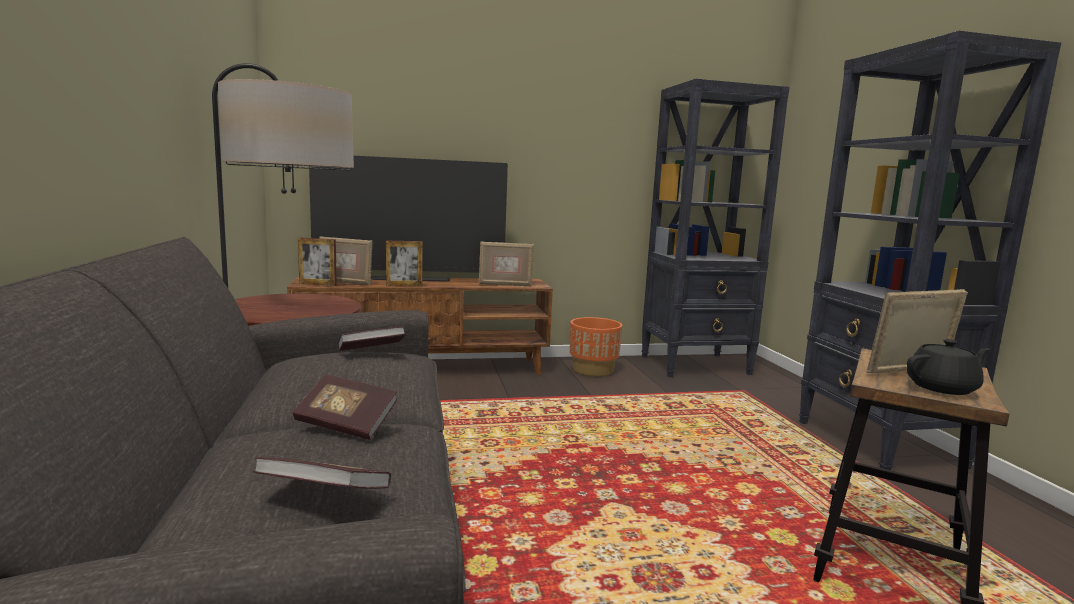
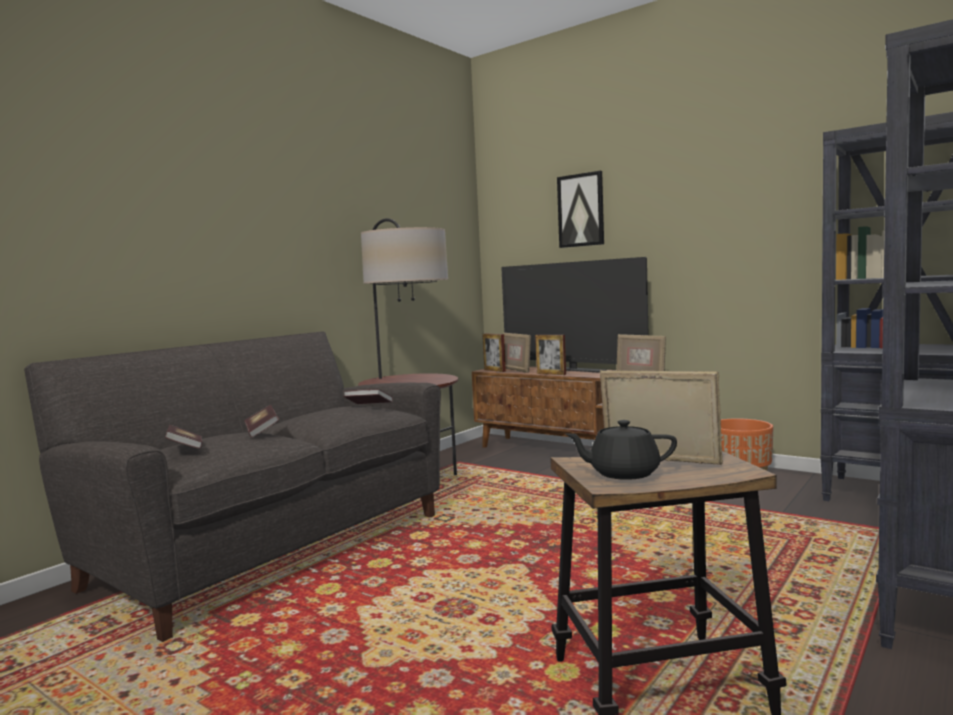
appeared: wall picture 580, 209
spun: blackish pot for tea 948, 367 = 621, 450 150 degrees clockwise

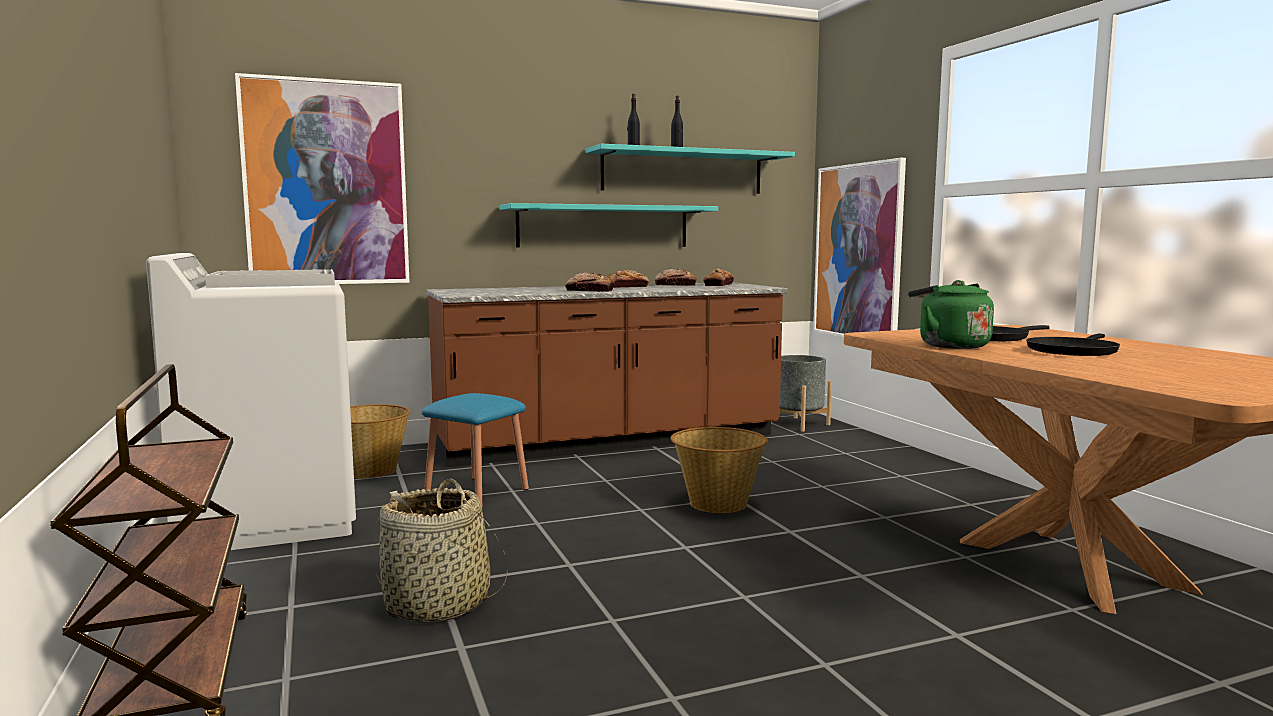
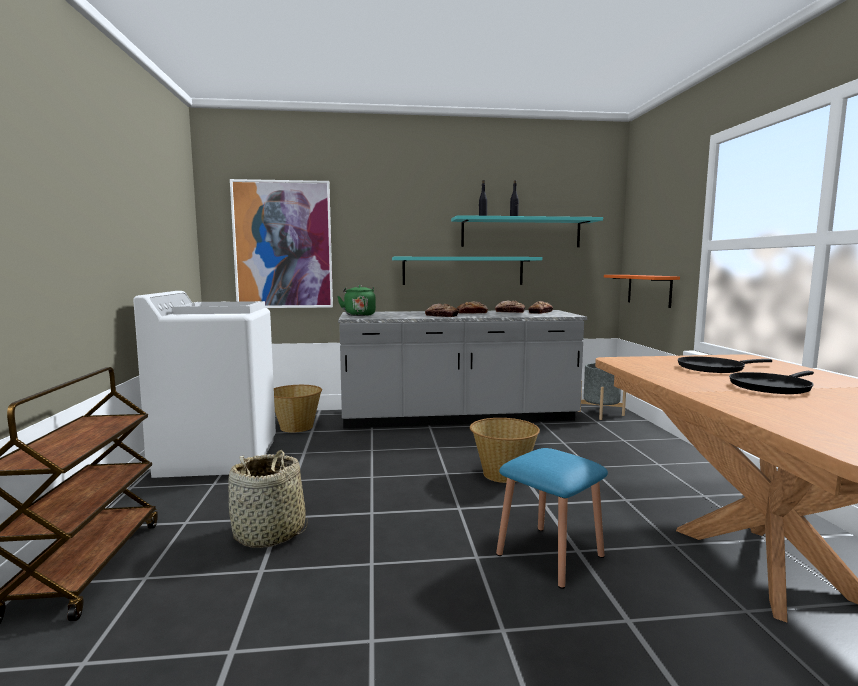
relocated: green tea kettle 951, 314 to 356, 300; blue stool 475, 449 to 552, 518
exchanged: wall picture 859, 247 to orange wall shelf 642, 291
colour: brown-coloured counter 607, 374 to gray counter 462, 369

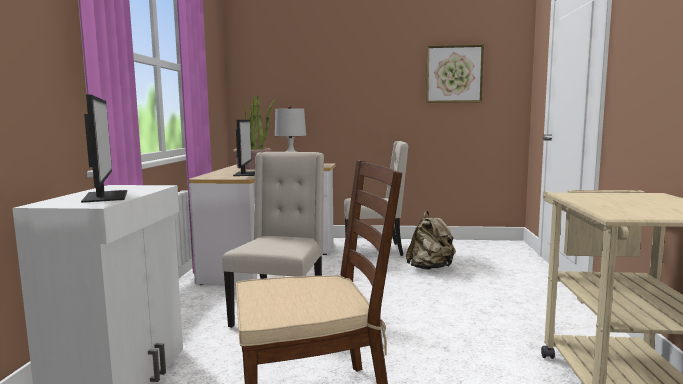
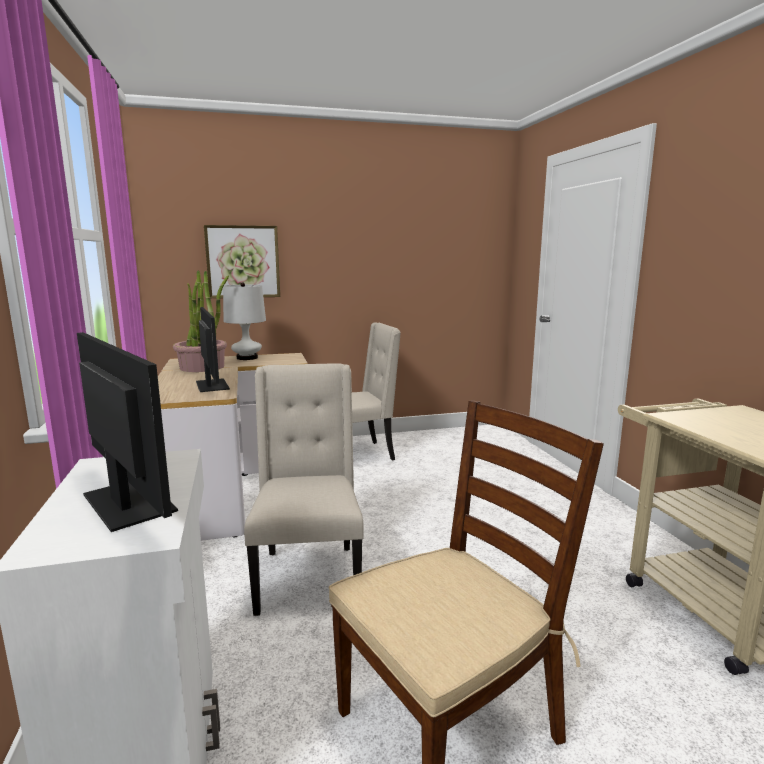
missing: beige rucksack 431, 240
relocated: wall picture 455, 74 to 242, 261

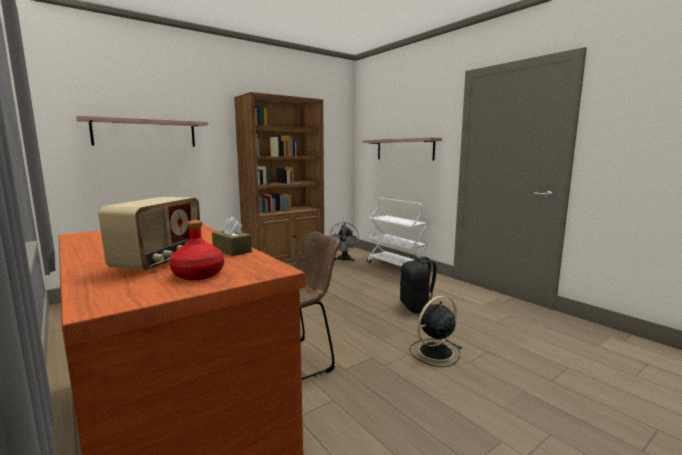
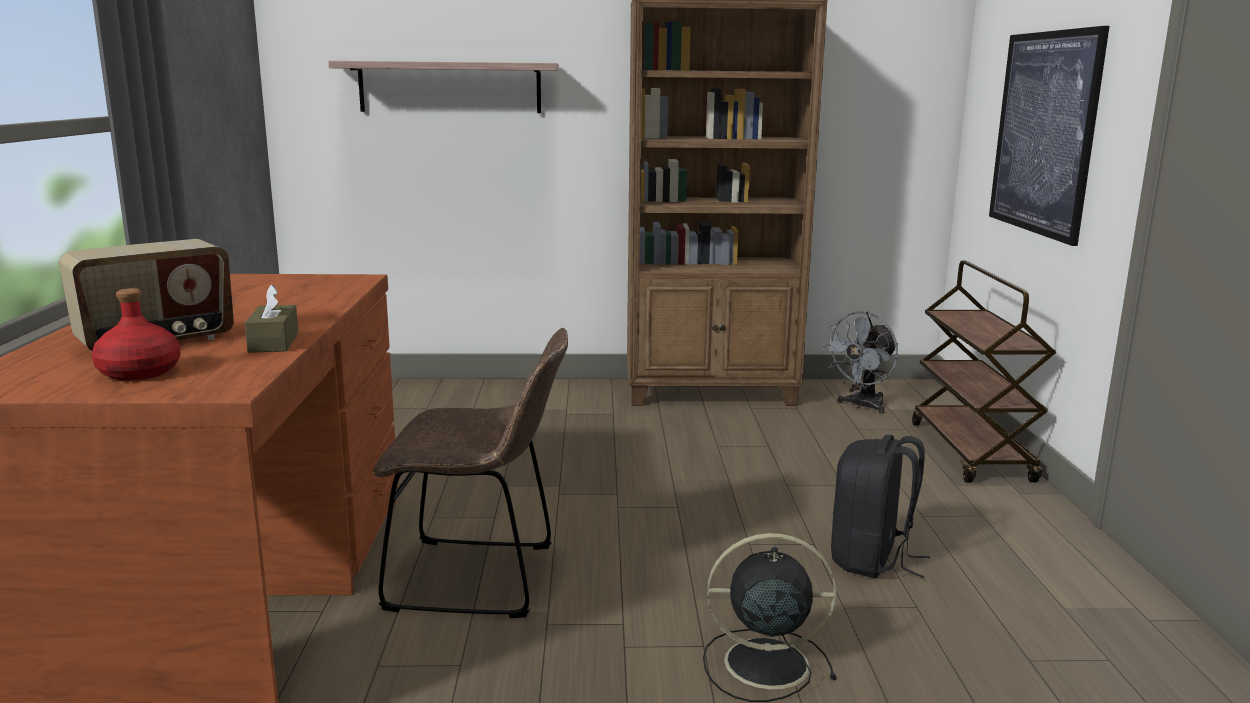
exchanged: wall shelf 402, 149 to wall picture 1049, 136
colour: white wheeled cart 398, 232 to brown-coloured wheeled cart 984, 372

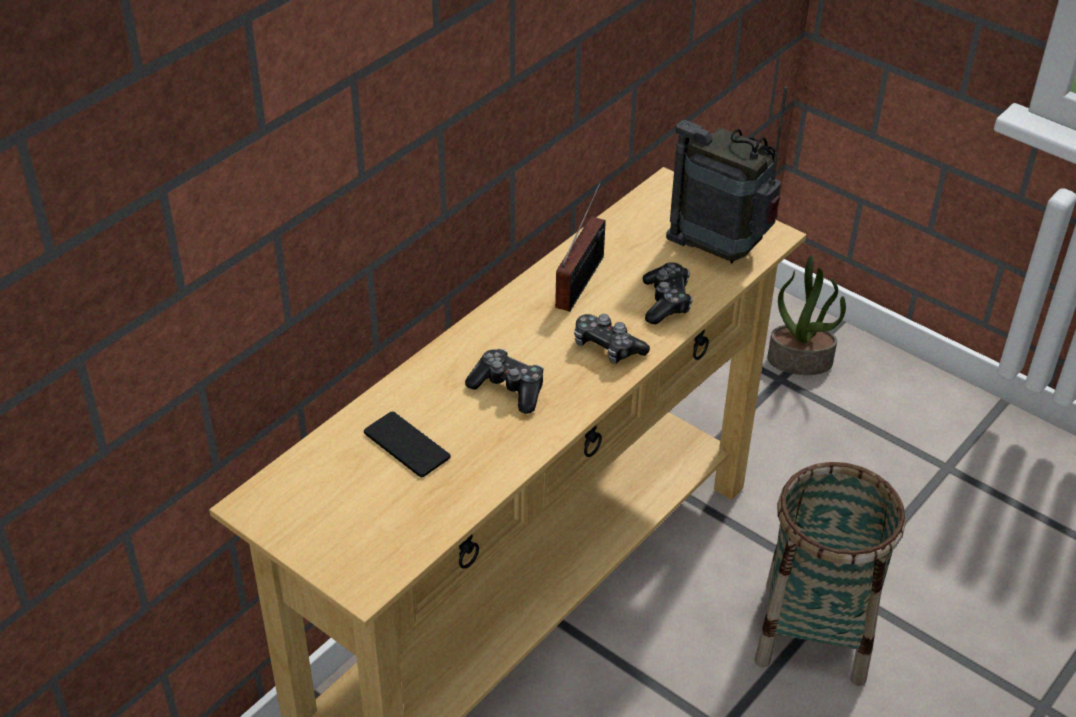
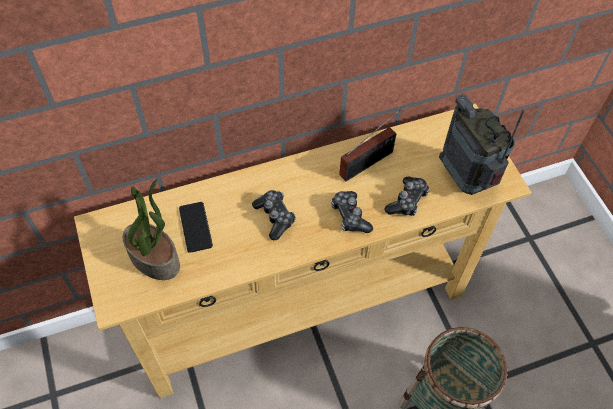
relocated: houseplant 806, 315 to 151, 229

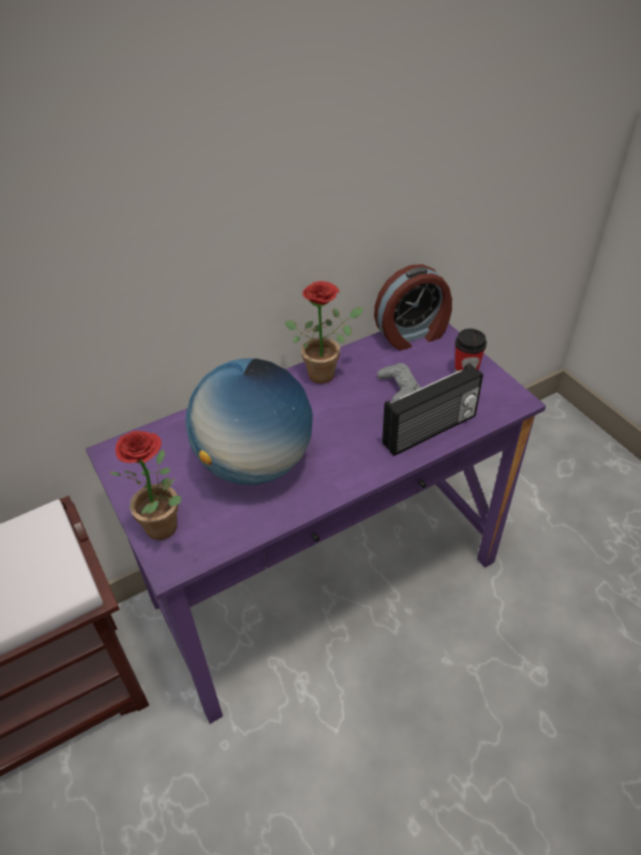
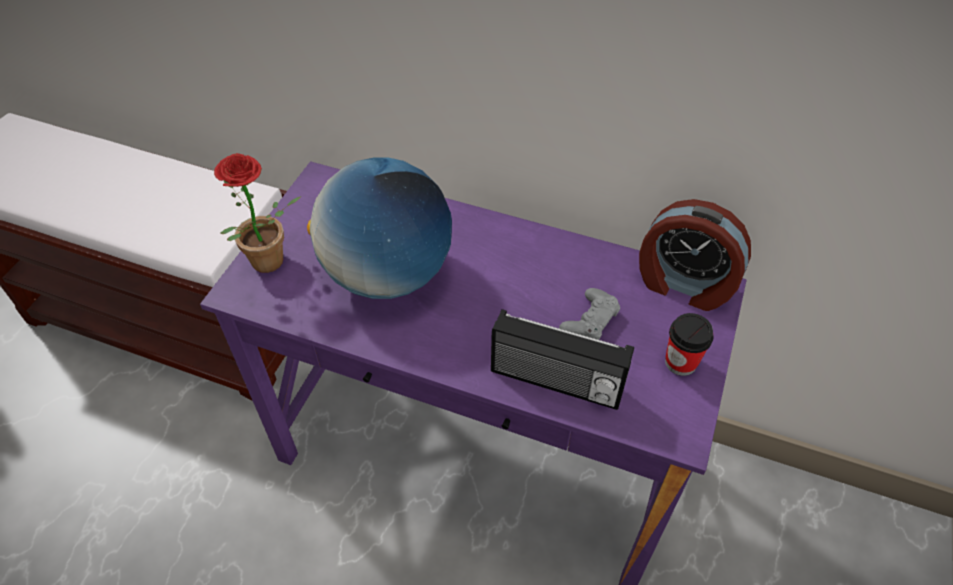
missing: houseplant 324, 332

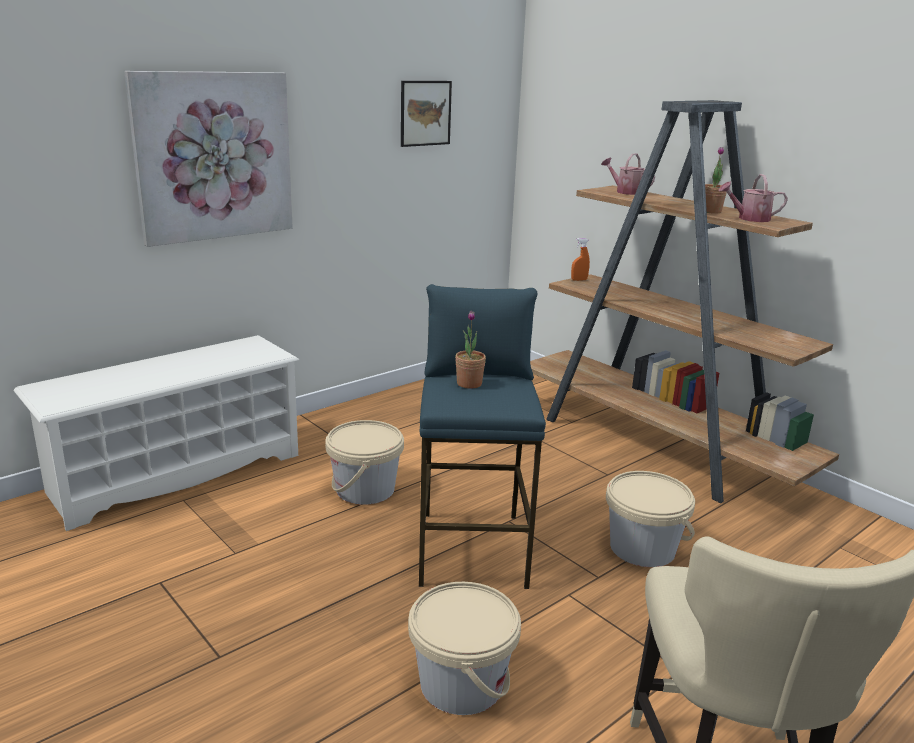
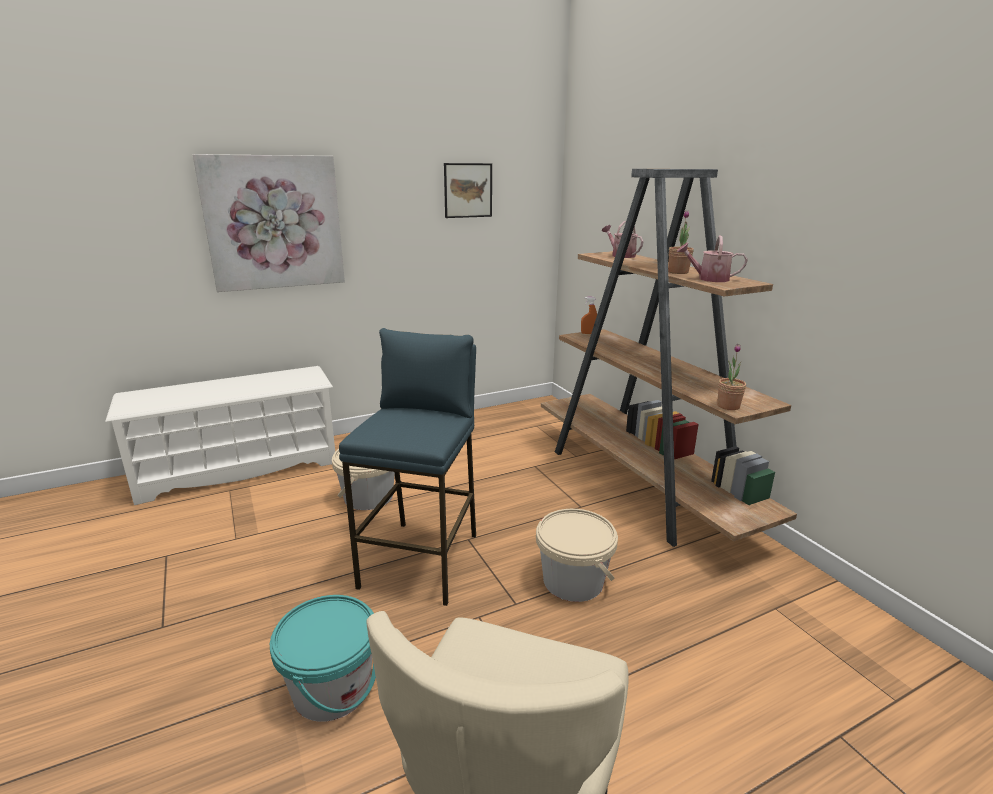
relocated: houseplant 470, 350 to 731, 377
colour: beige bucket 464, 648 to blue-green bucket 323, 658

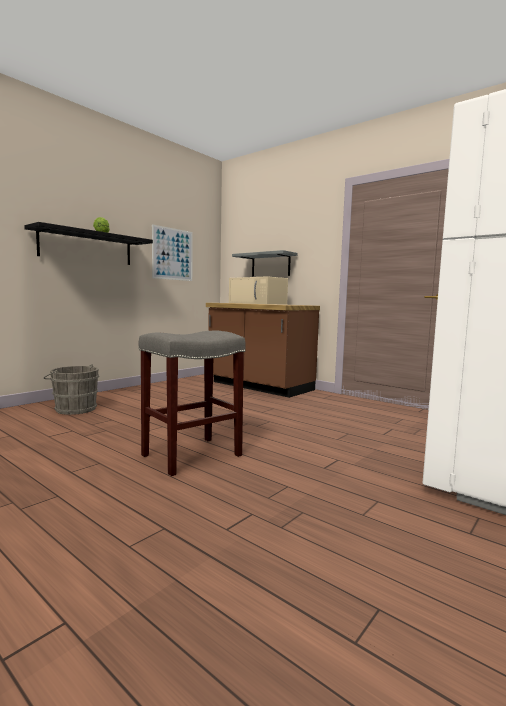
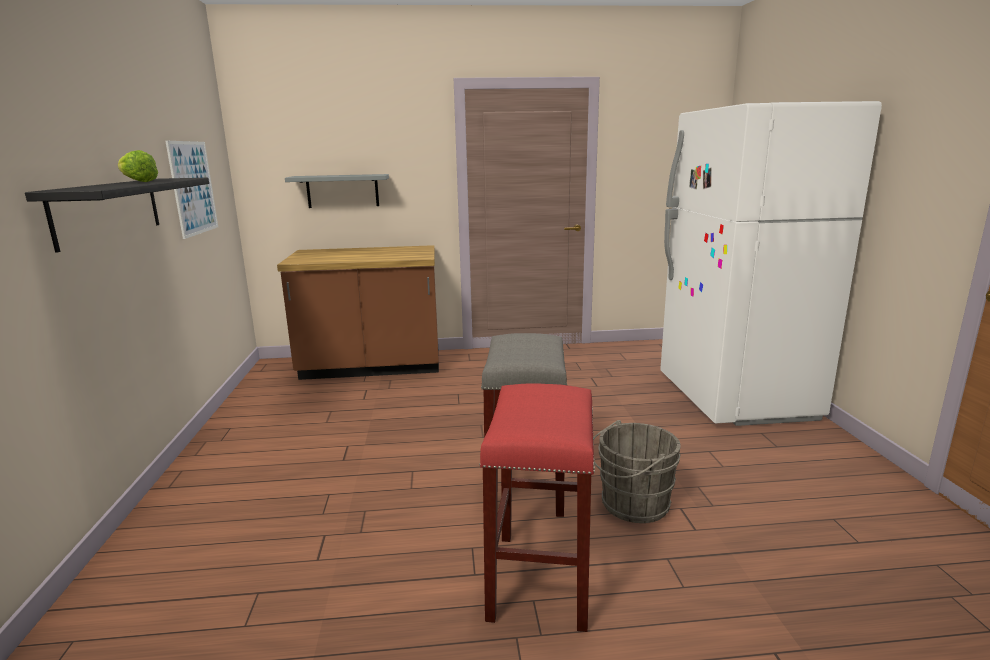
missing: beige kitchen microwave 258, 290
appeared: red-coloured stool 537, 507
relocated: gray bucket 71, 389 to 637, 471

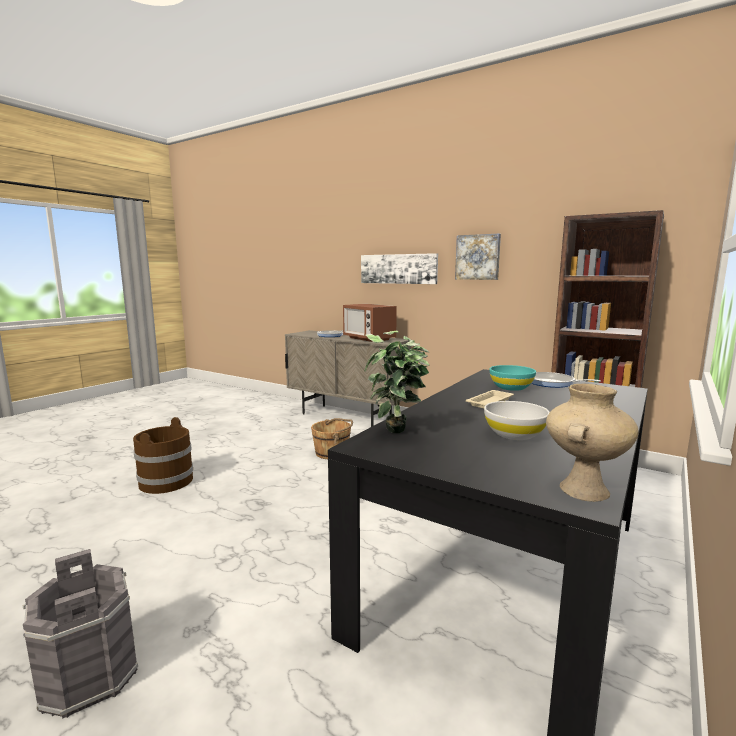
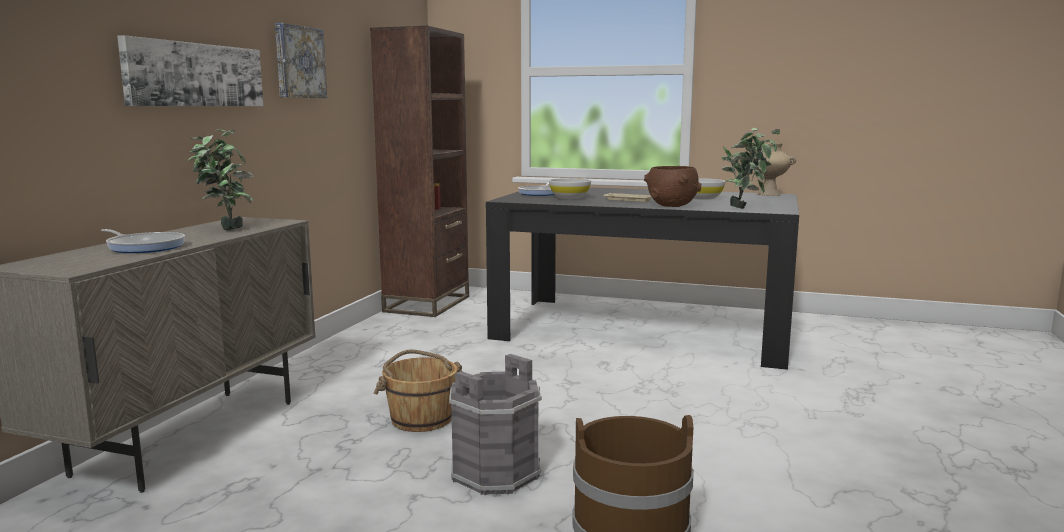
appeared: brown-coloured bowl 672, 186
relocated: gray bucket 80, 634 to 495, 424
exchanged: kitchen microwave 370, 323 to houseplant 221, 179
colour: blue-green bowl 512, 378 to white bowl 570, 188

